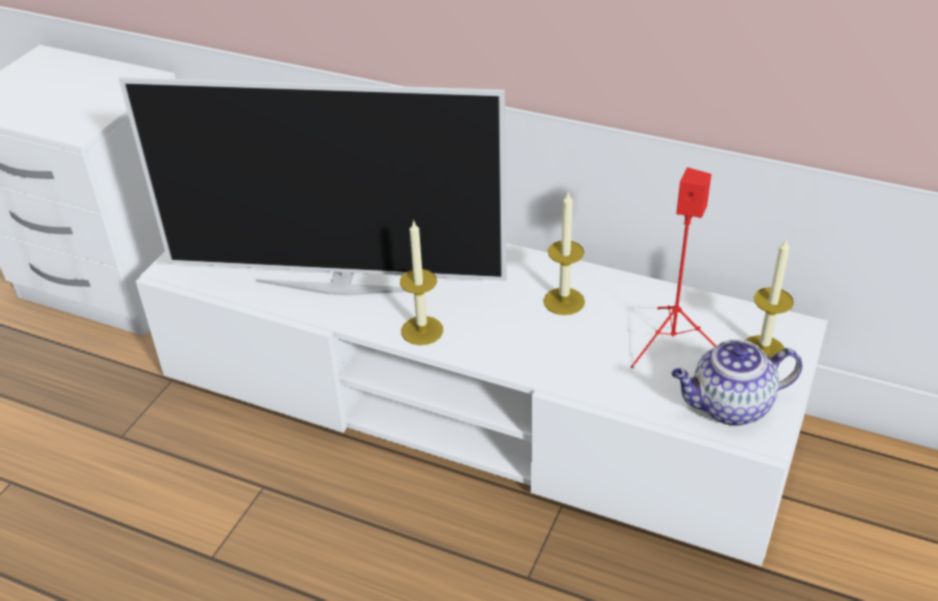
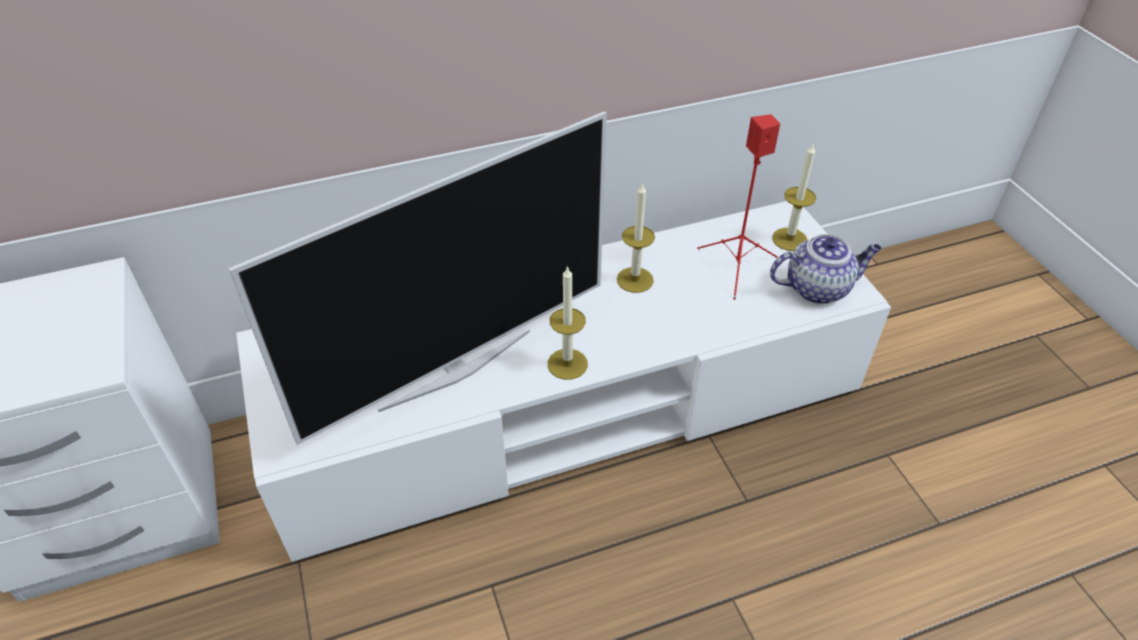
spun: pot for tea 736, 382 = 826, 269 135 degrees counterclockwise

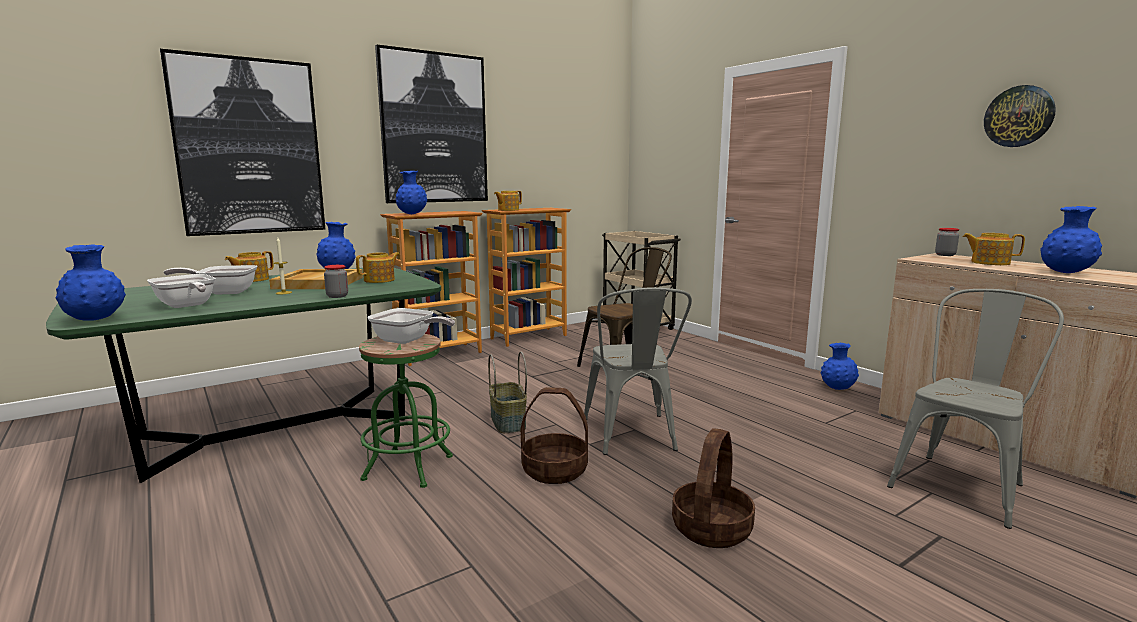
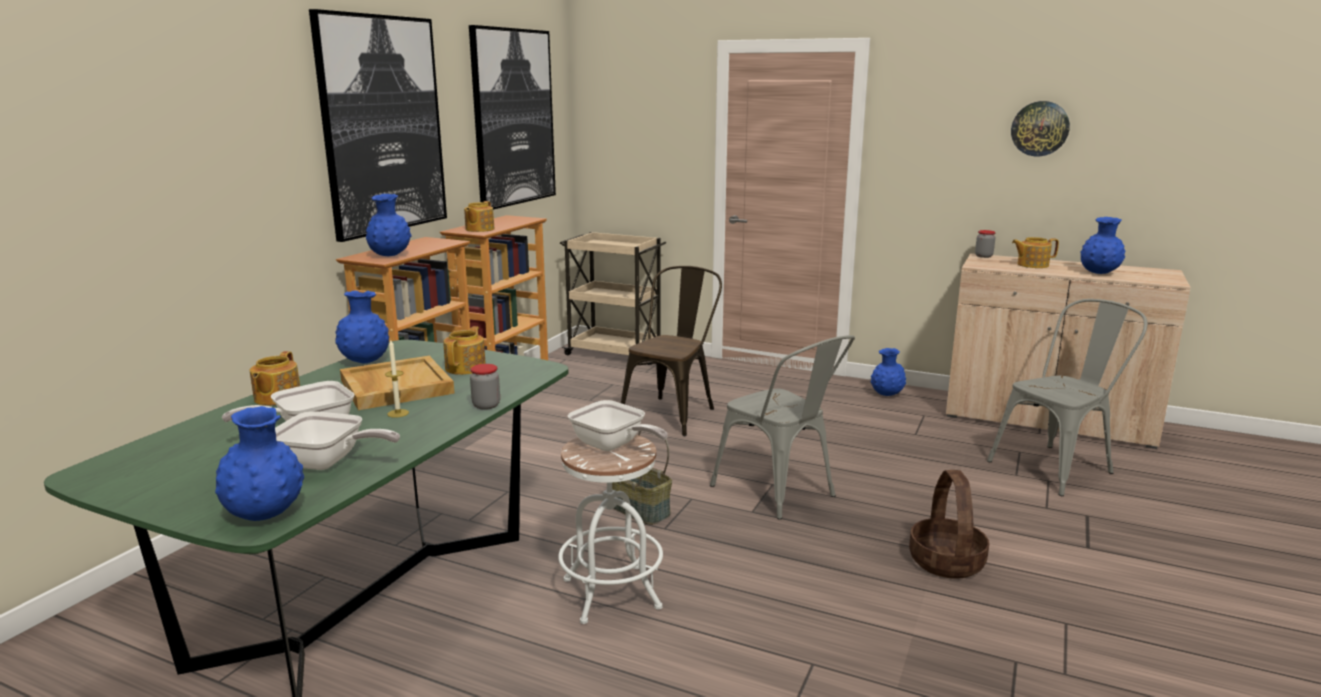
missing: basket 554, 435
relocated: wall picture 242, 142 to 512, 117
colour: green stool 406, 411 to white stool 610, 529
spun: frying pan 411, 326 = 618, 425 45 degrees clockwise; gray chair 975, 409 = 1067, 397 45 degrees clockwise

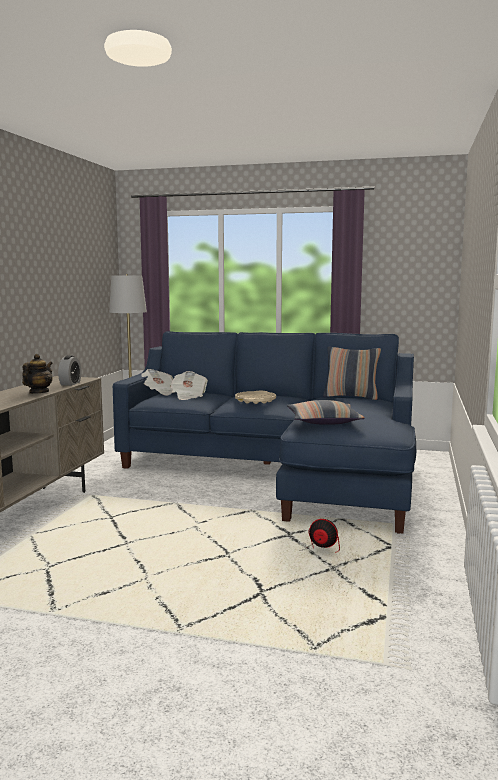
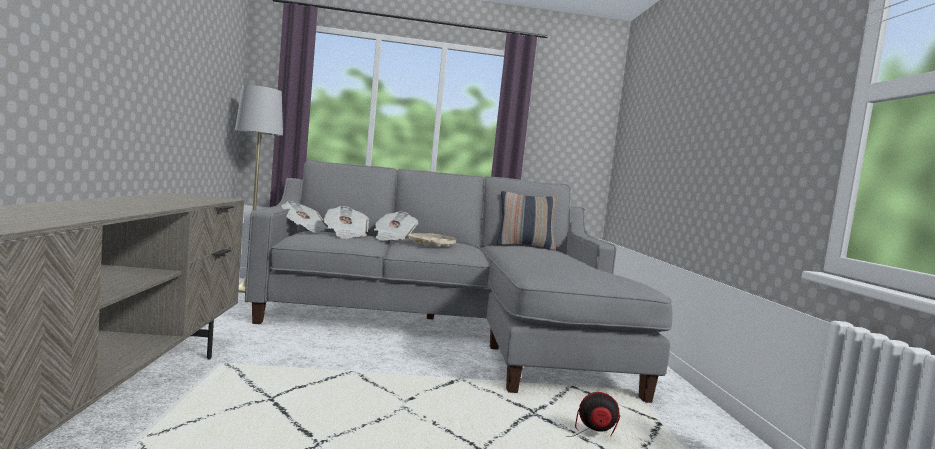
missing: pot for tea 37, 374; alarm clock 69, 370; cushion 326, 412
appeared: daily paper 396, 225
colour: blue couch 264, 432 to gray couch 458, 281

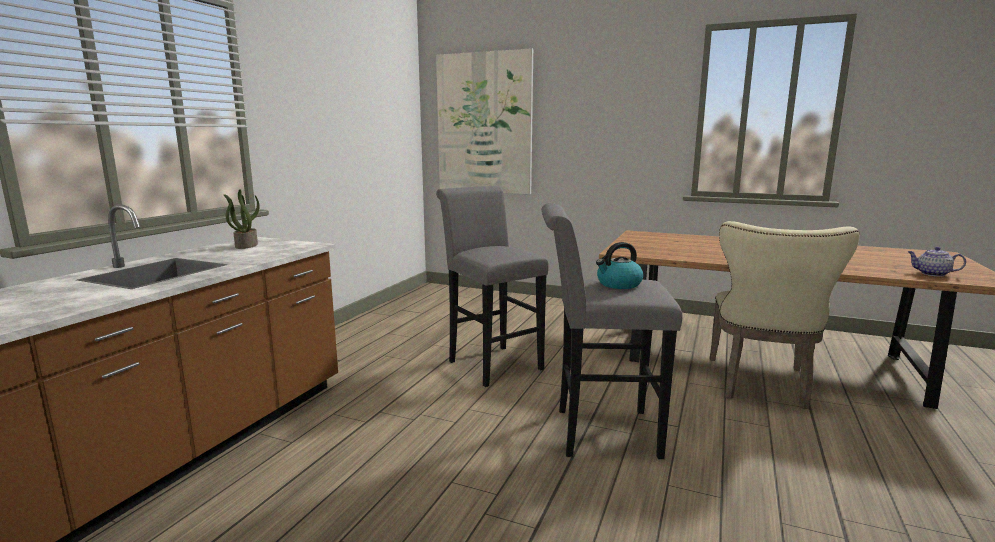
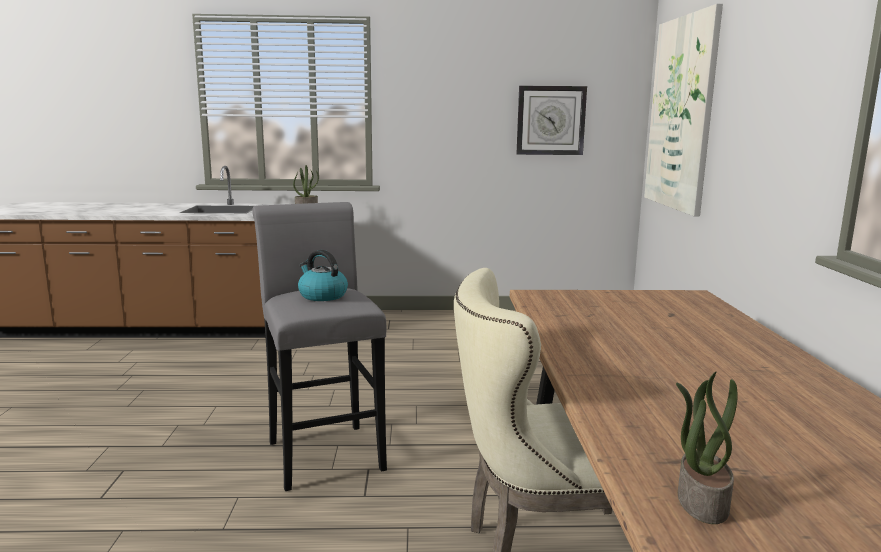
missing: gray stool 492, 286
appeared: wall clock 552, 120
exchanged: pot for tea 937, 262 to houseplant 707, 448

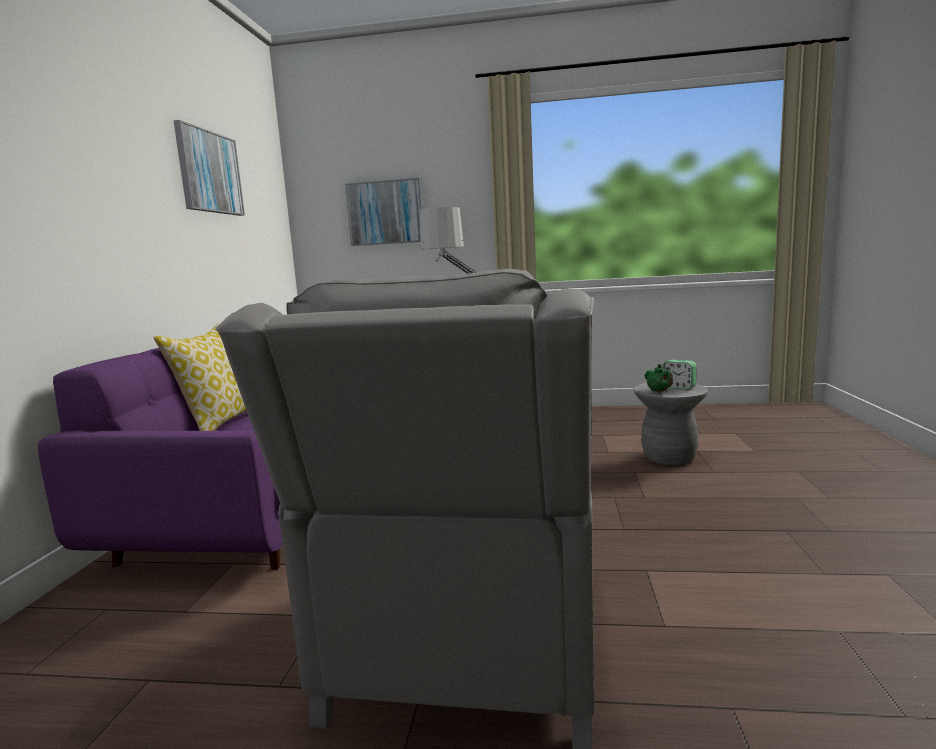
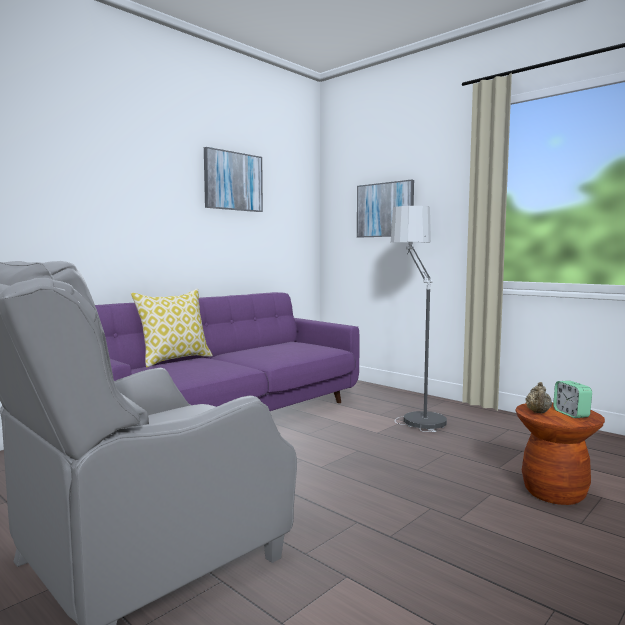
colour: gray stool 671, 424 to brown-coloured stool 560, 453; green pot for tea 659, 378 to beige pot for tea 539, 397

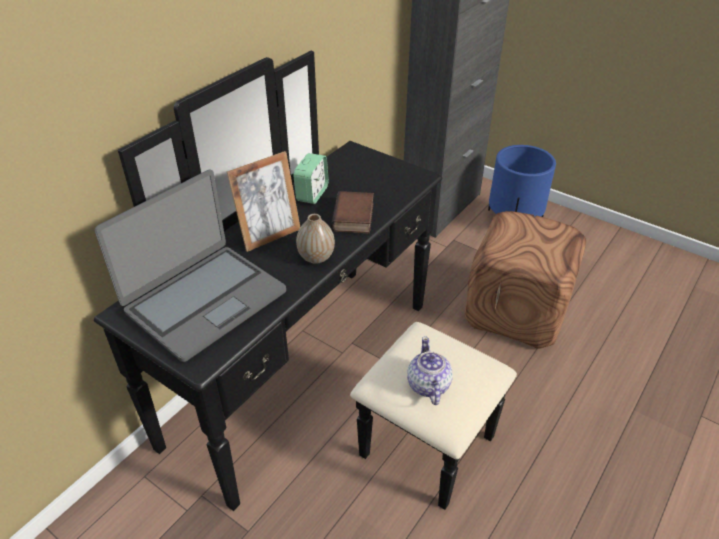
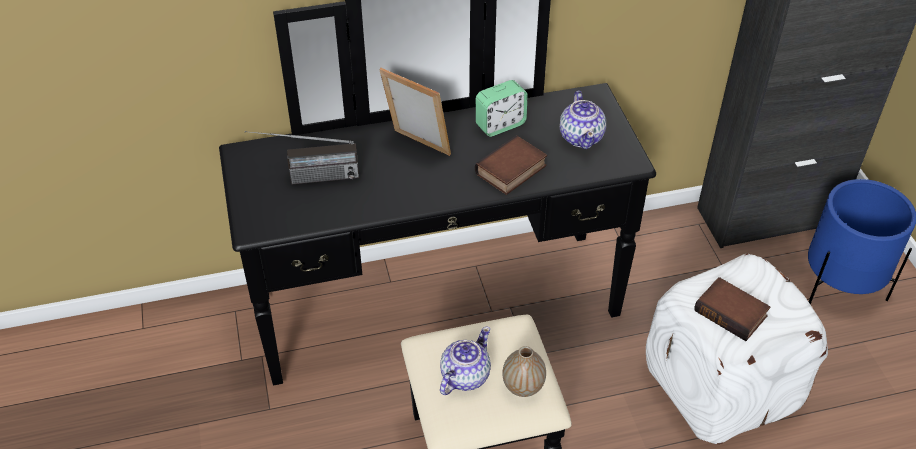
appeared: pot for tea 583, 119; bound book 732, 309
relocated: decorative vase 315, 239 to 524, 371
exchanged: laptop 190, 266 to radio set 302, 157
colour: brown-coloured pouffe 525, 280 to white pouffe 737, 348
spun: standing frame 263, 201 = 415, 112 150 degrees counterclockwise

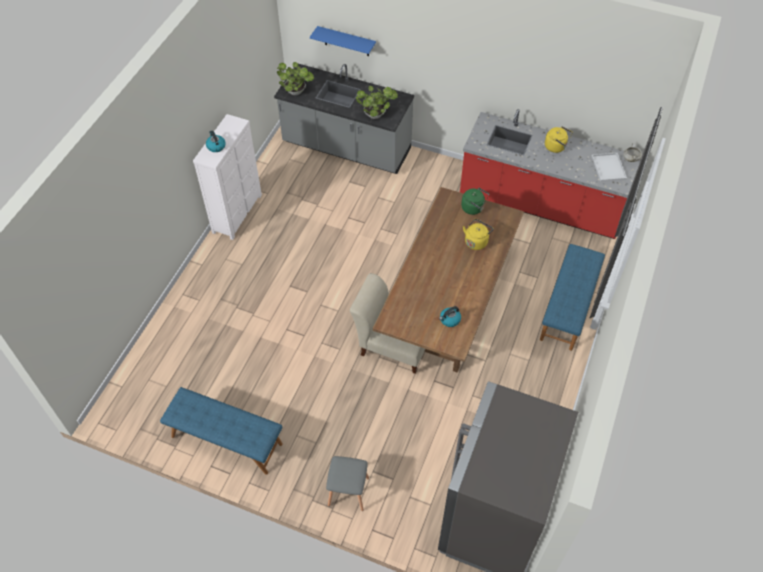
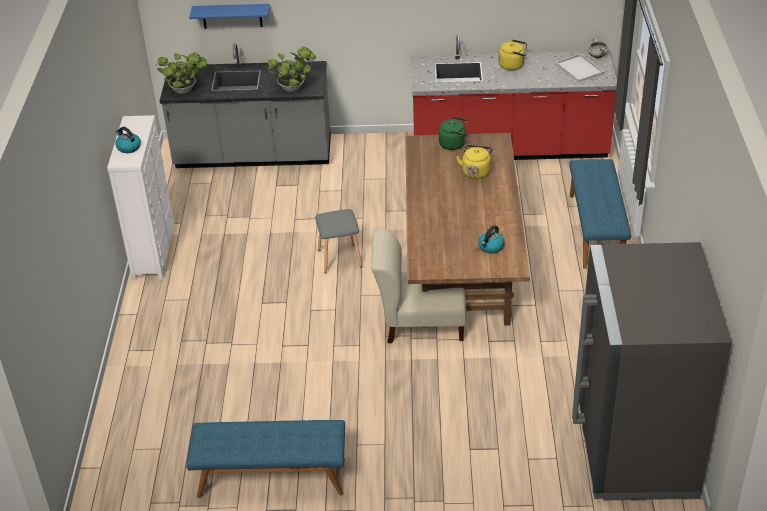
relocated: gray stool 347, 483 to 338, 241

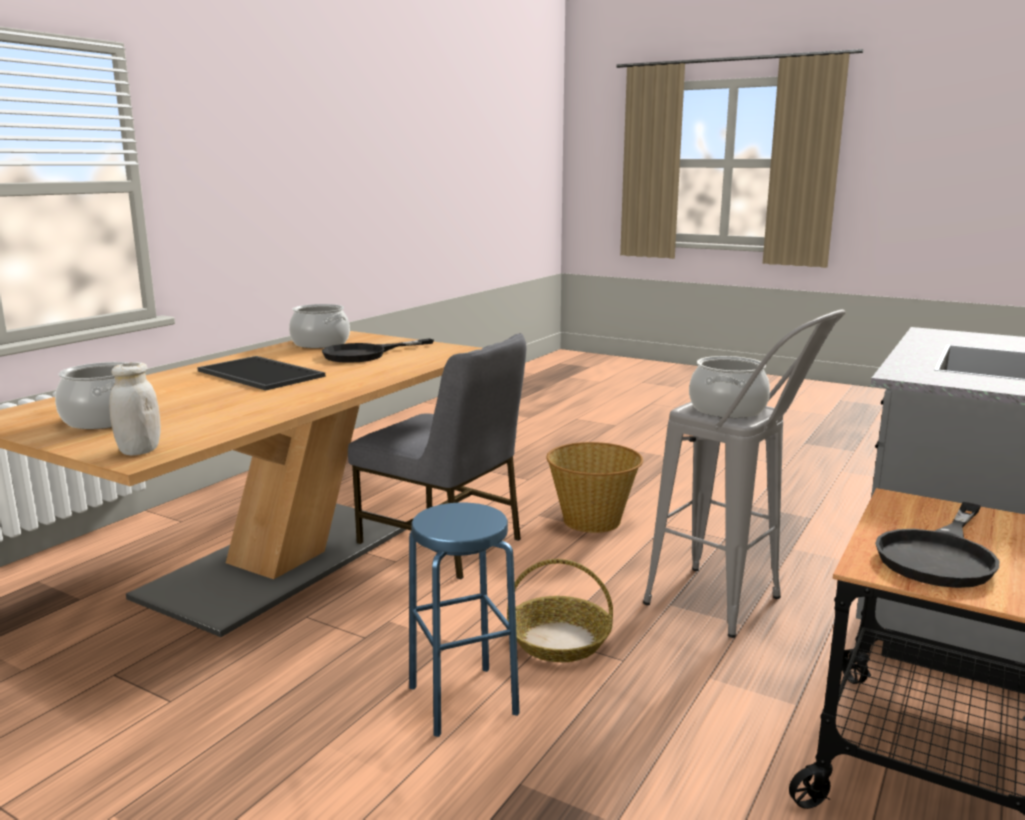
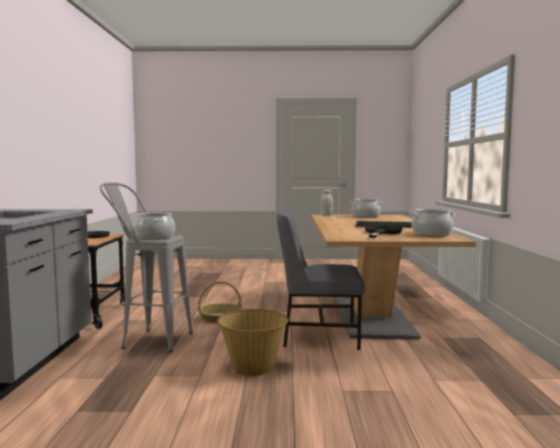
missing: blue stool 464, 619

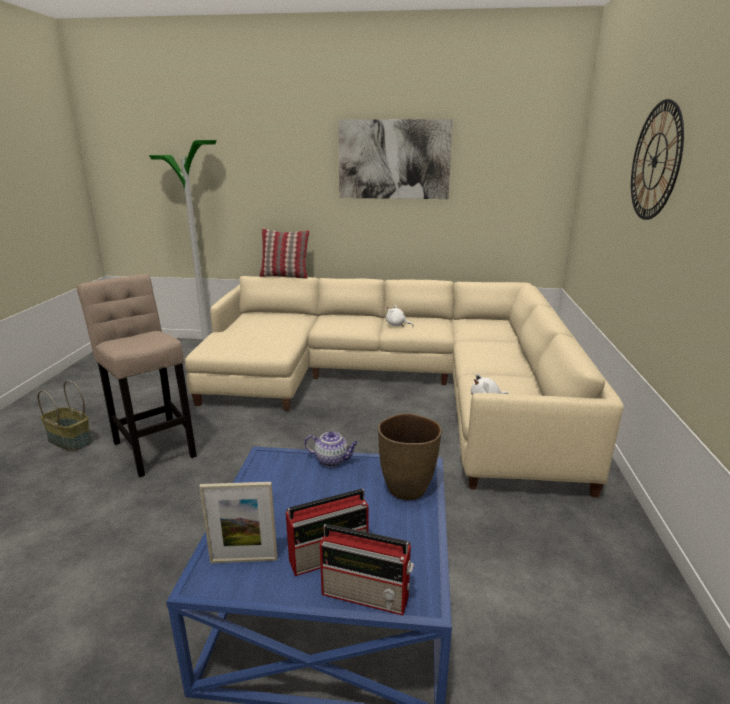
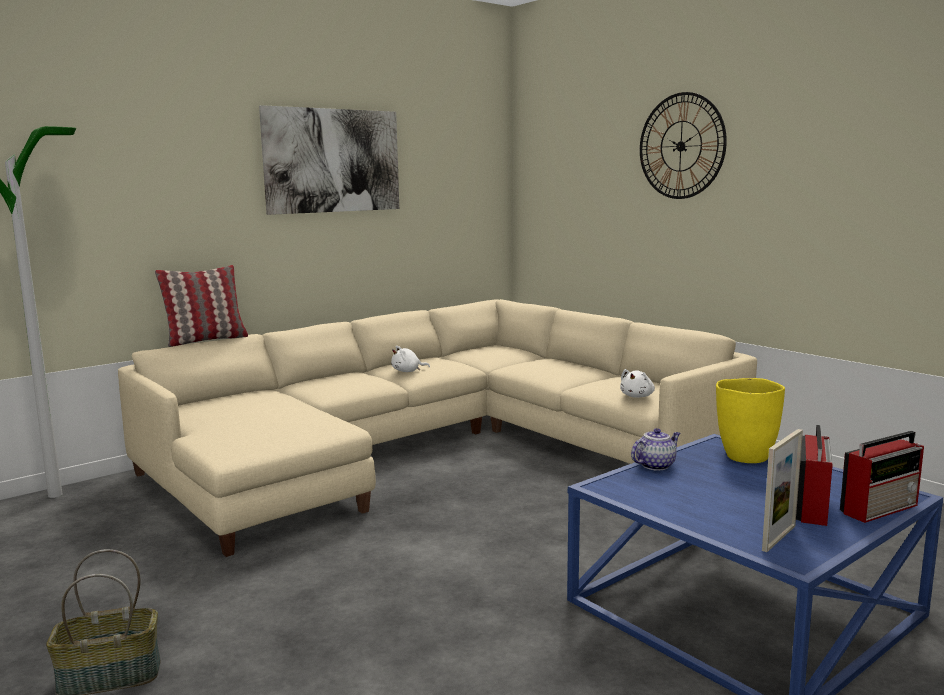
missing: beige stool 137, 375
colour: brown-coloured decorative vase 410, 456 to yellow decorative vase 750, 420

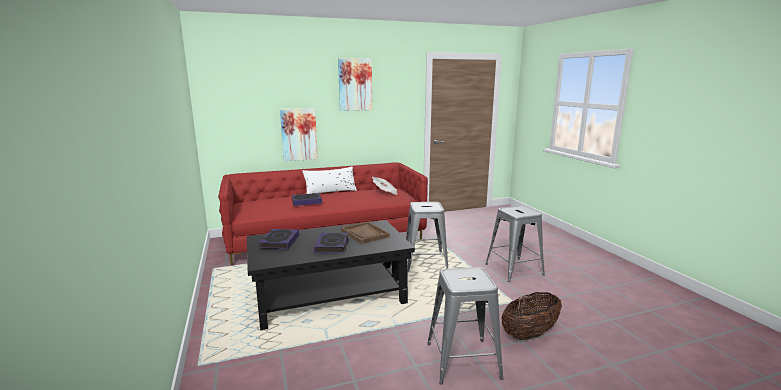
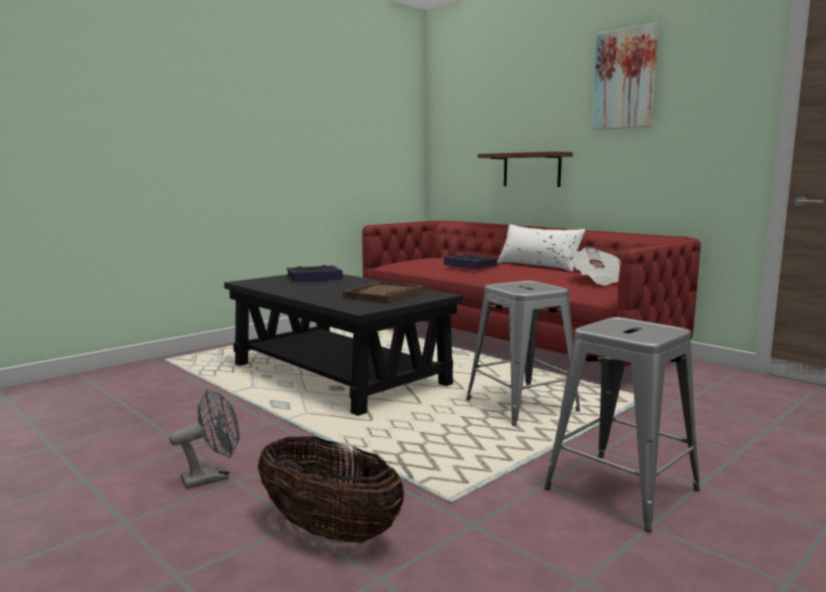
missing: bound book 331, 243
exchanged: gray stool 465, 325 to gray cooling fan 204, 439; wall picture 299, 134 to brown-coloured wall shelf 525, 169

